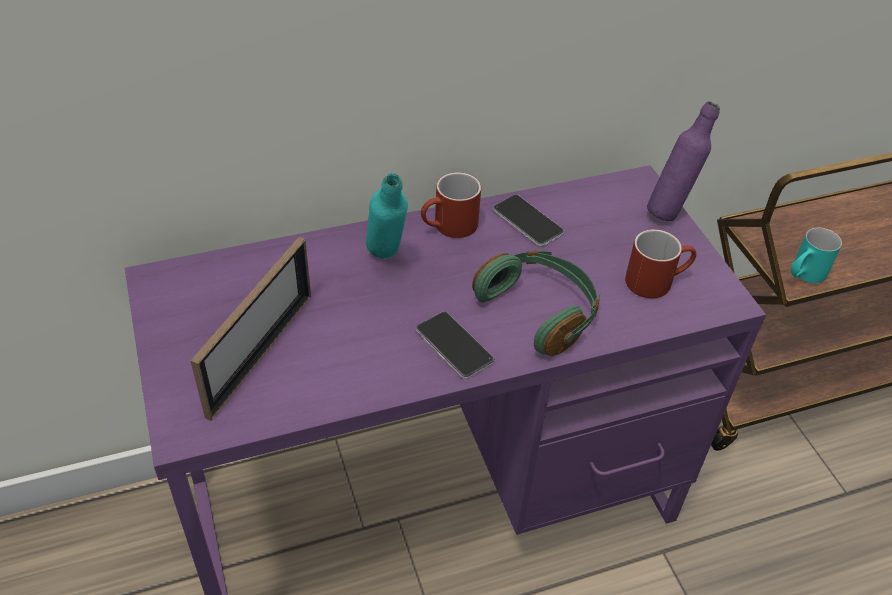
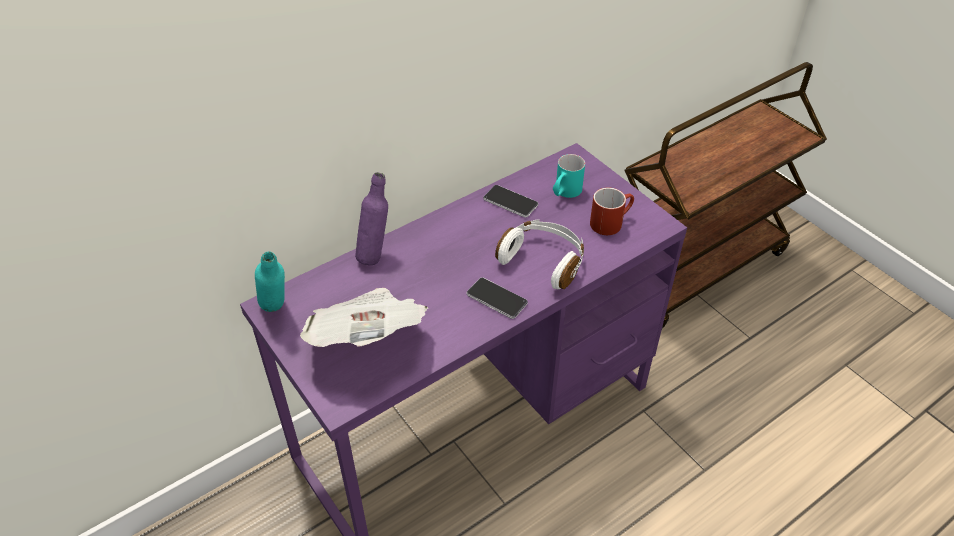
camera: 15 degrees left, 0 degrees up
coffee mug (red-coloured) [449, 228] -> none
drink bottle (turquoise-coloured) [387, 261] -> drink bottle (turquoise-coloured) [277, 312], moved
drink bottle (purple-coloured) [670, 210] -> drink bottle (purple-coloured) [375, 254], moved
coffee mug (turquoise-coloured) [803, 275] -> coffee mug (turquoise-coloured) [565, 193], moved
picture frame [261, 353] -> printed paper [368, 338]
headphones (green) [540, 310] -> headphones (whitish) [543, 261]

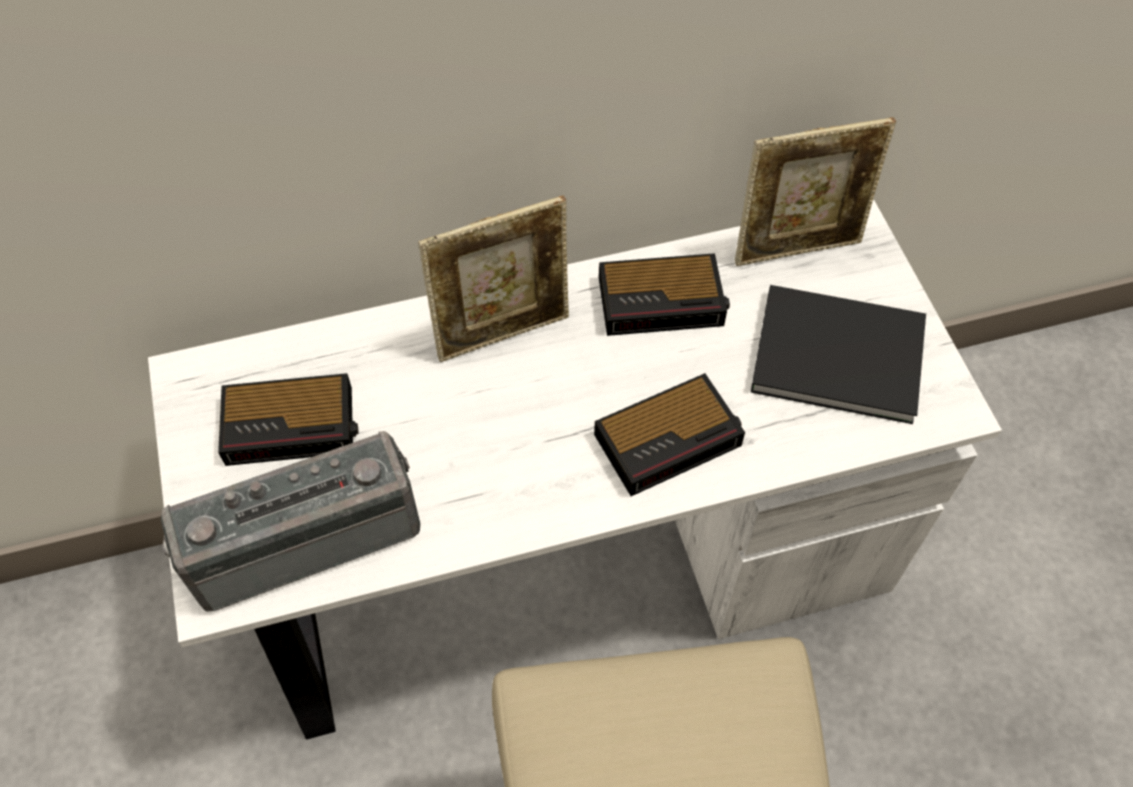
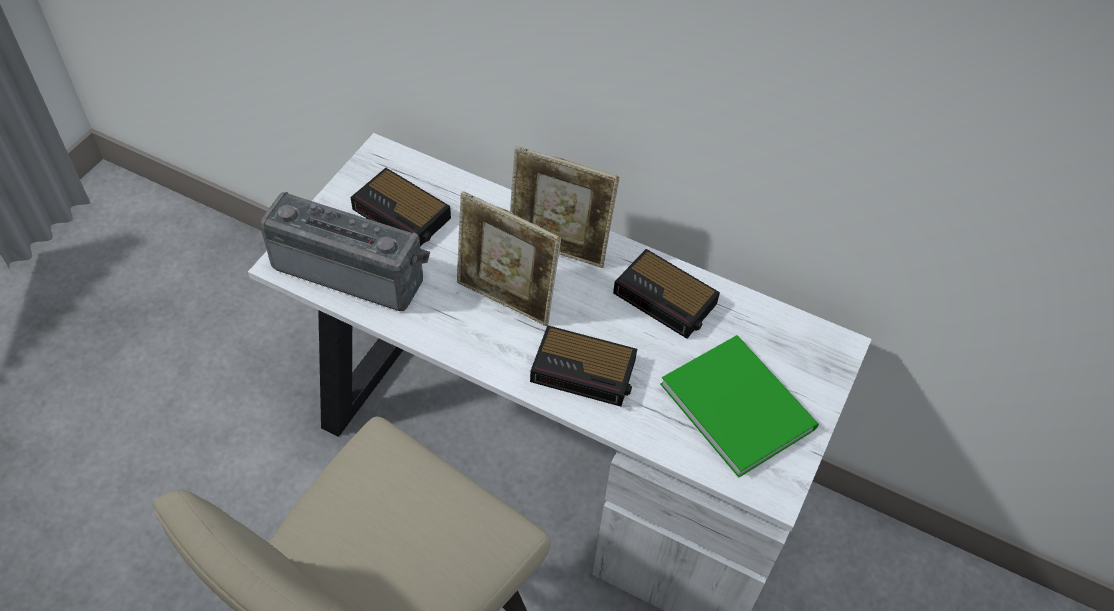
camera: 40 degrees right, 5 degrees down
picture frame [797, 248] -> picture frame [505, 300], moved
book (blackish) [833, 351] -> book (green) [737, 402]

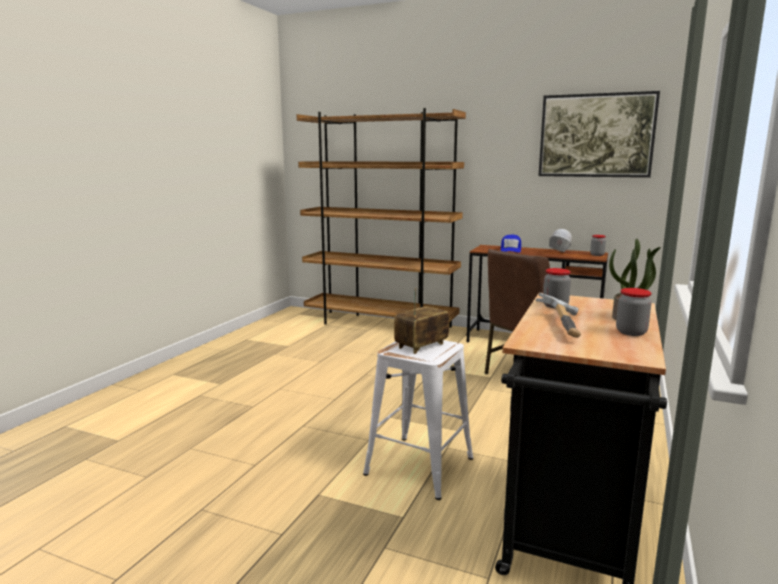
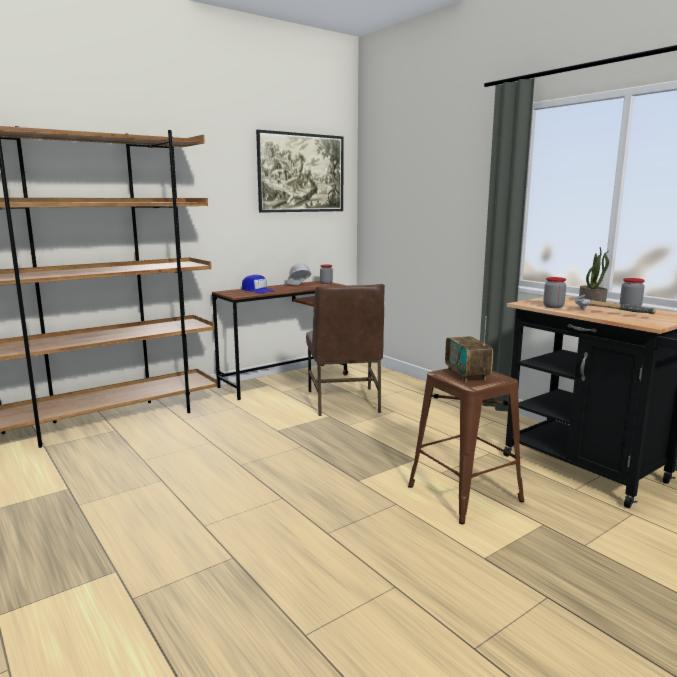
camera: 60 degrees left, 0 degrees up
stool seat (whitish) [420, 466] -> stool seat (brown-coloured) [465, 493]

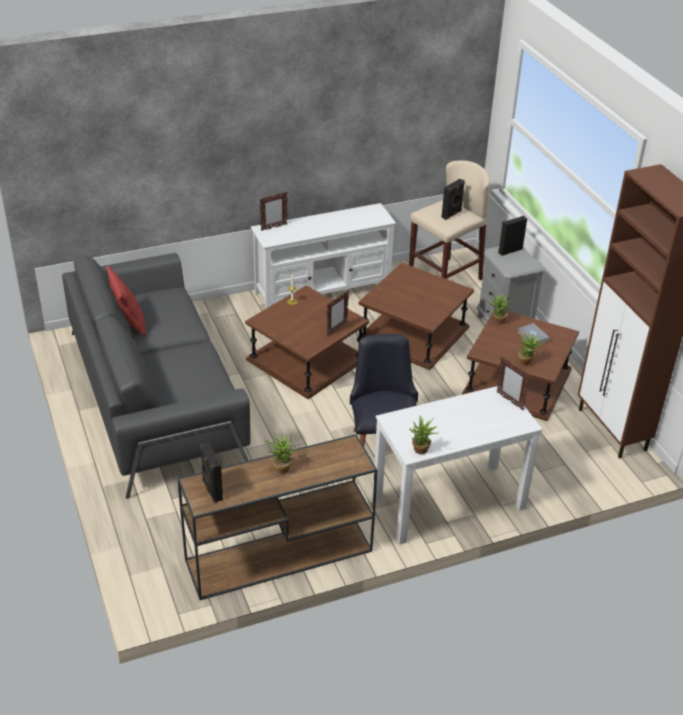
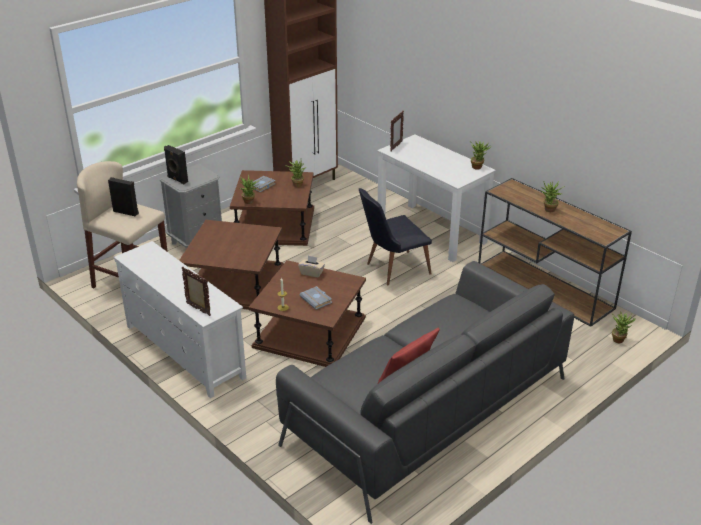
camera: 110 degrees left, 5 degrees down
audio speaker (blackish) [211, 490] -> none
none -> book (greyish) [317, 300]
none -> plant in a pot [619, 339]
picture frame [336, 329] -> tissue box (beige) [312, 273]

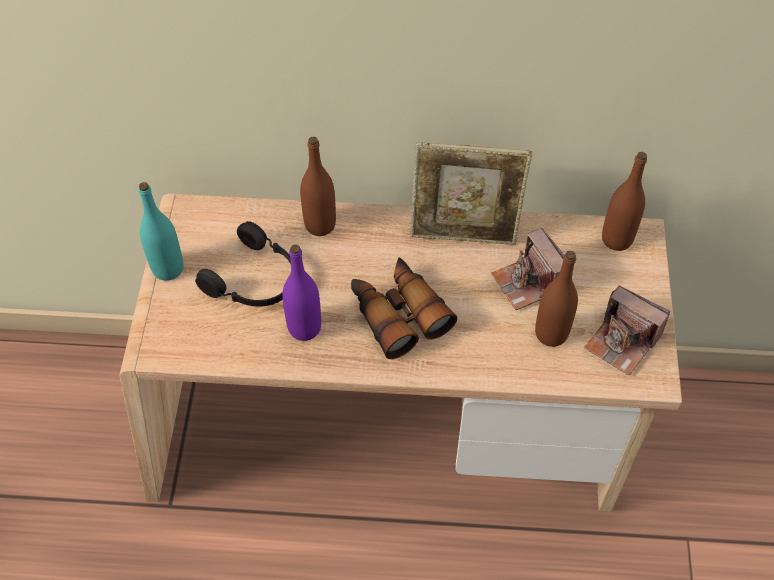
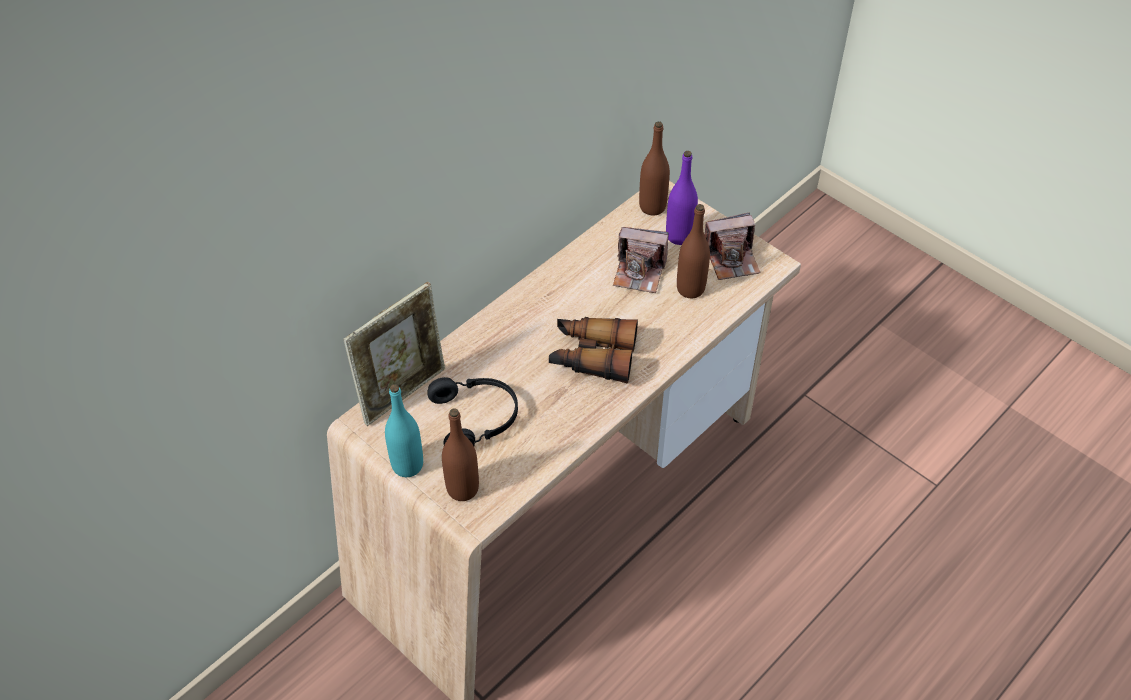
camera: 50 degrees left, 5 degrees down
drink bottle (purple-coloured) [304, 328] -> drink bottle (purple-coloured) [679, 236], moved
drink bottle (brown-coloured) [320, 225] -> drink bottle (brown-coloured) [462, 489], moved
picture frame [464, 236] -> picture frame [403, 393], moved

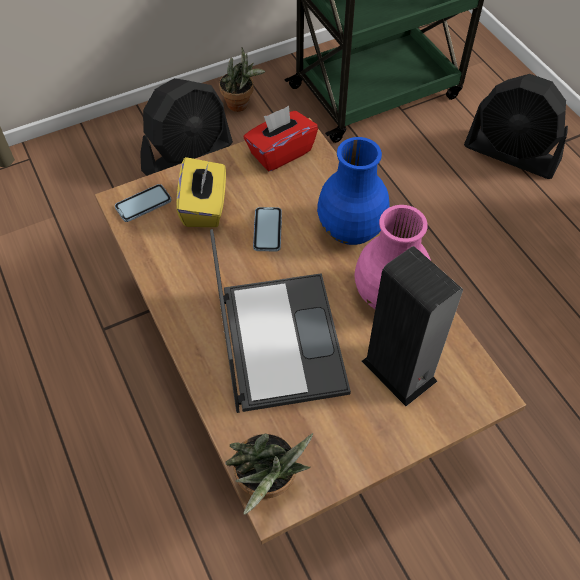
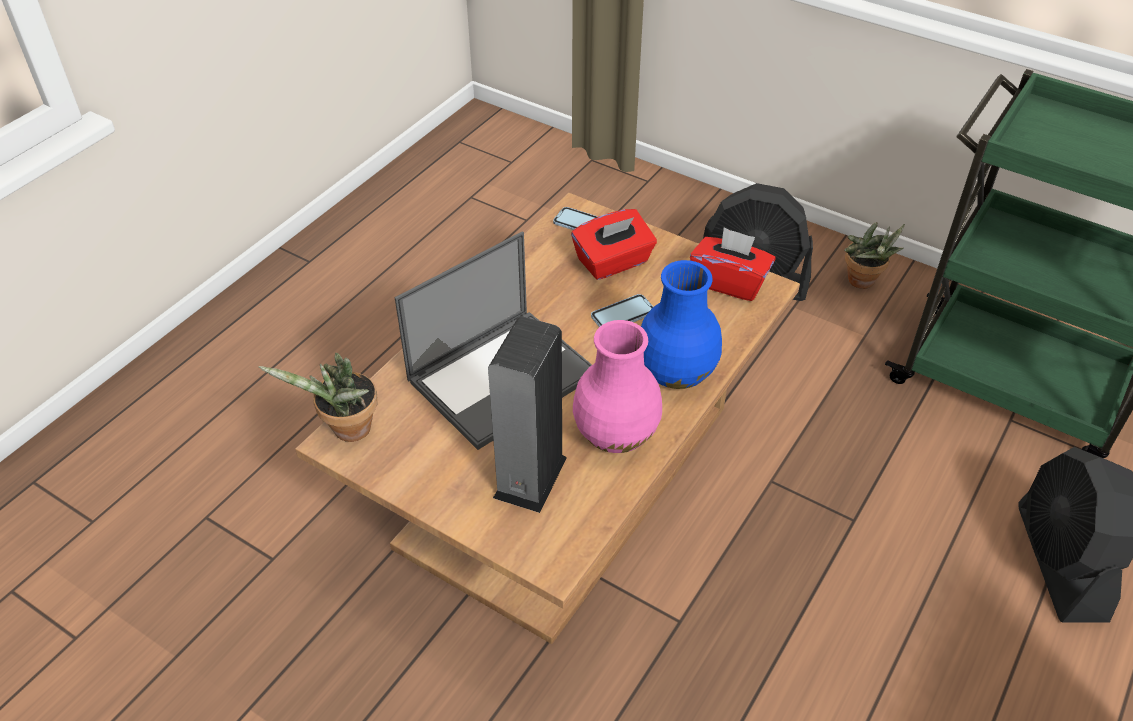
camera: 60 degrees right, 10 degrees down
tissue box (yellowish) [204, 207] -> tissue box (red-coloured) [613, 262]

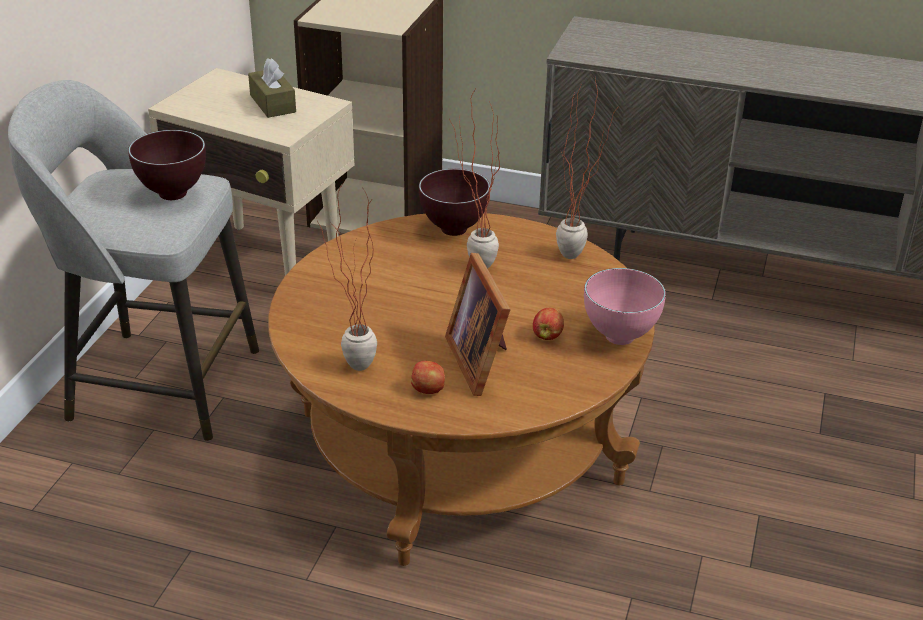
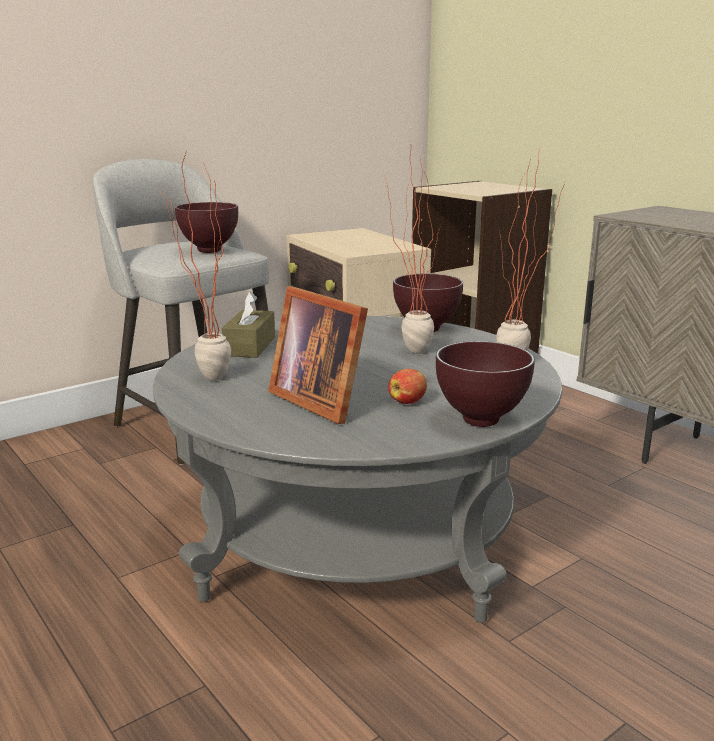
camera: 35 degrees right, 15 degrees down
apple [428, 390] -> none
tissue box (brown-coloured) [272, 103] -> tissue box (brown-coloured) [250, 346], moved
coffee table (brown-coloured) [459, 448] -> coffee table (greyish) [357, 534]
serving bowl (pink-coloured) [621, 338] -> serving bowl (brown-coloured) [481, 422]
picture frame [482, 360] -> picture frame [320, 400], 60 degrees counterclockwise

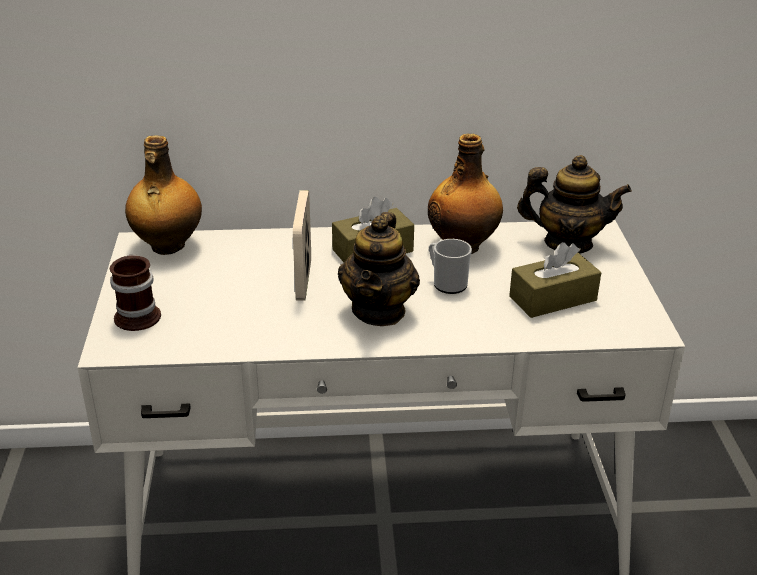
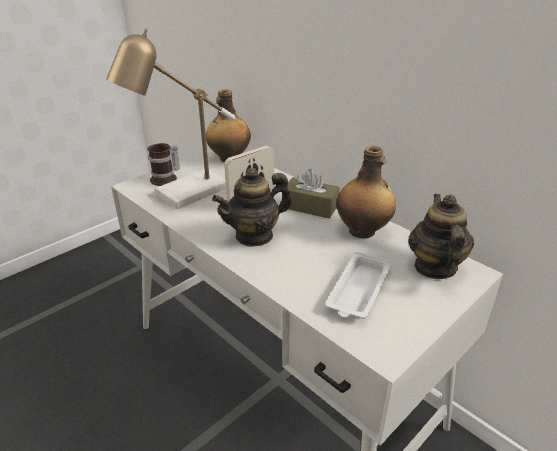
camera: 50 degrees right, 0 degrees up
coffee mug [447, 283] -> none
none -> lamp for a table [185, 195]
tissue box (brown-coloured) [553, 298] -> serving tray (whitish) [358, 290]
teapot [568, 243] -> teapot [434, 267], 150 degrees counterclockwise

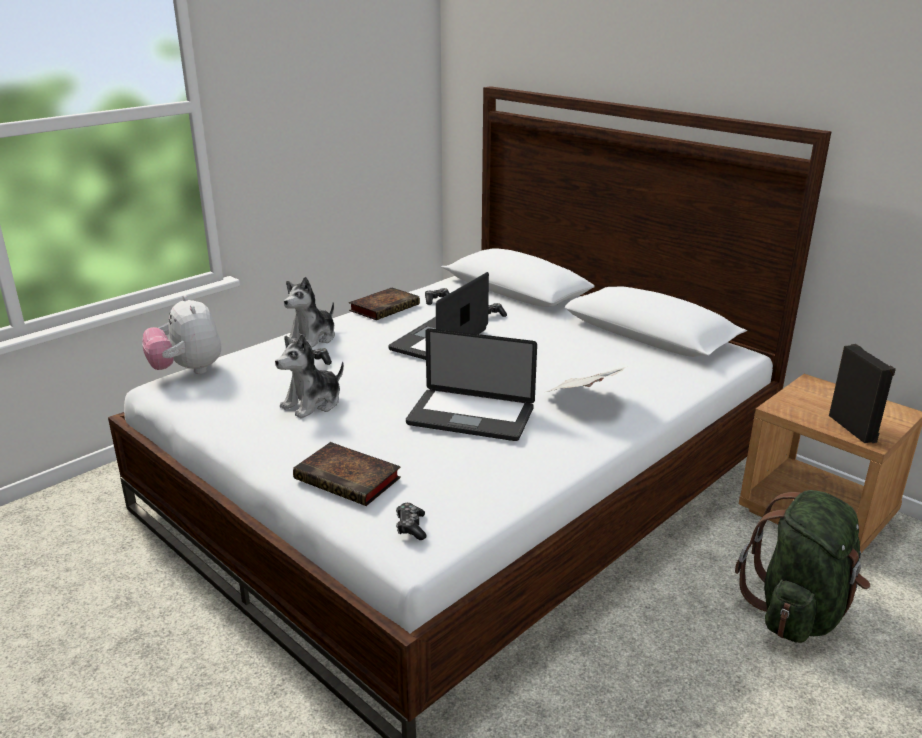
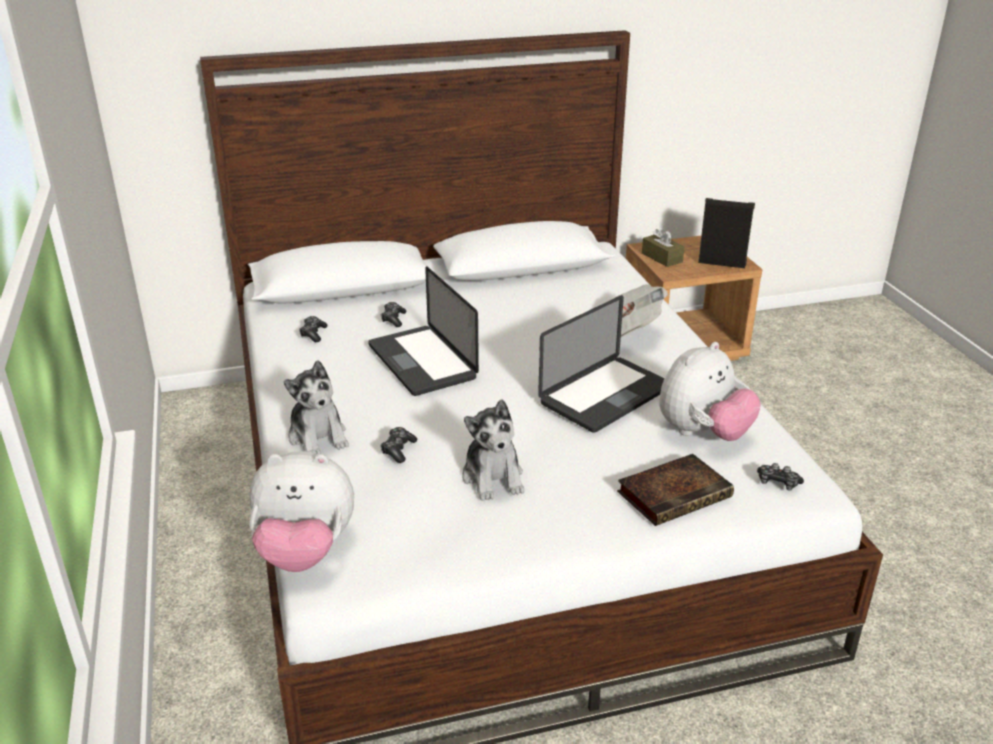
camera: 60 degrees left, 5 degrees up
book [385, 307] -> none
backpack (green) [798, 611] -> none
none -> tissue box (brown-coloured) [662, 257]
none -> soft toy [703, 433]

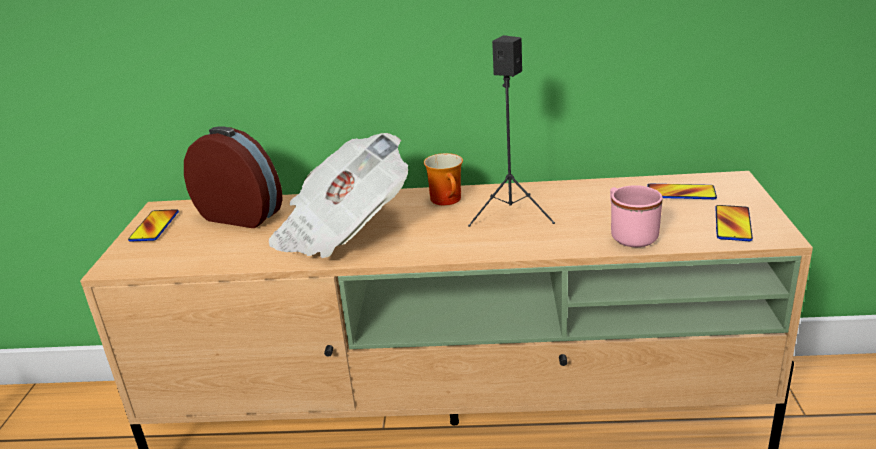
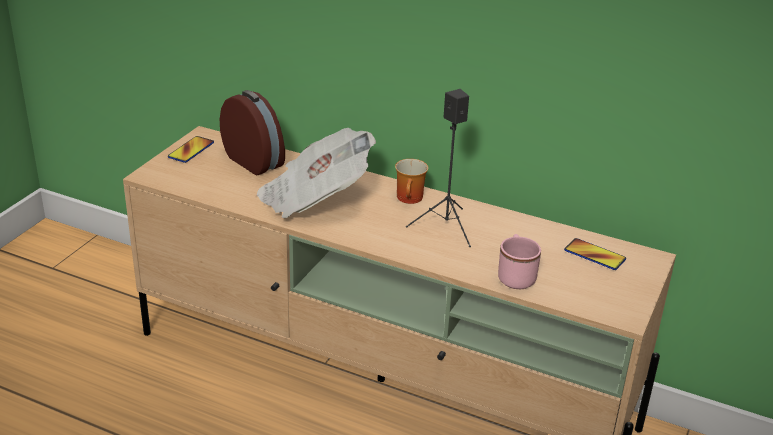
camera: 20 degrees right, 5 degrees up
telephone [732, 224] -> none

